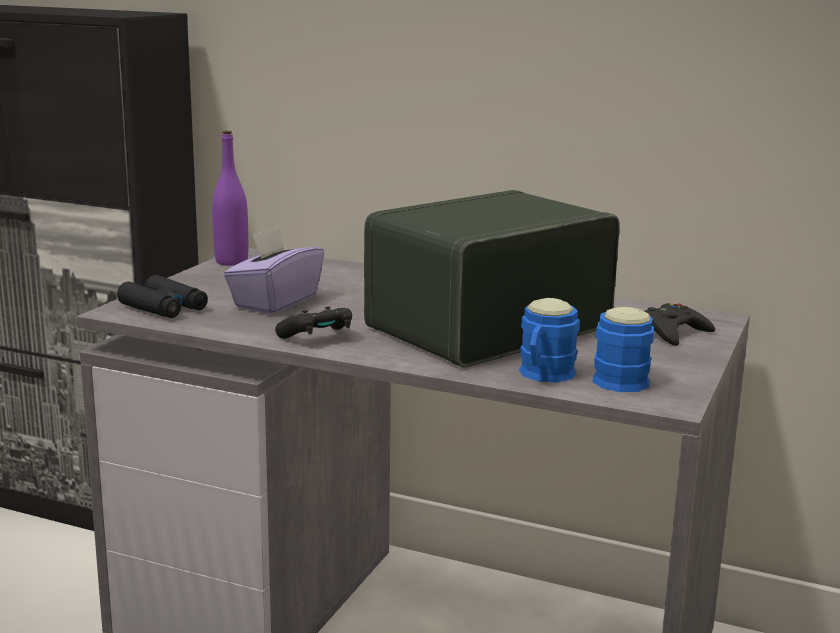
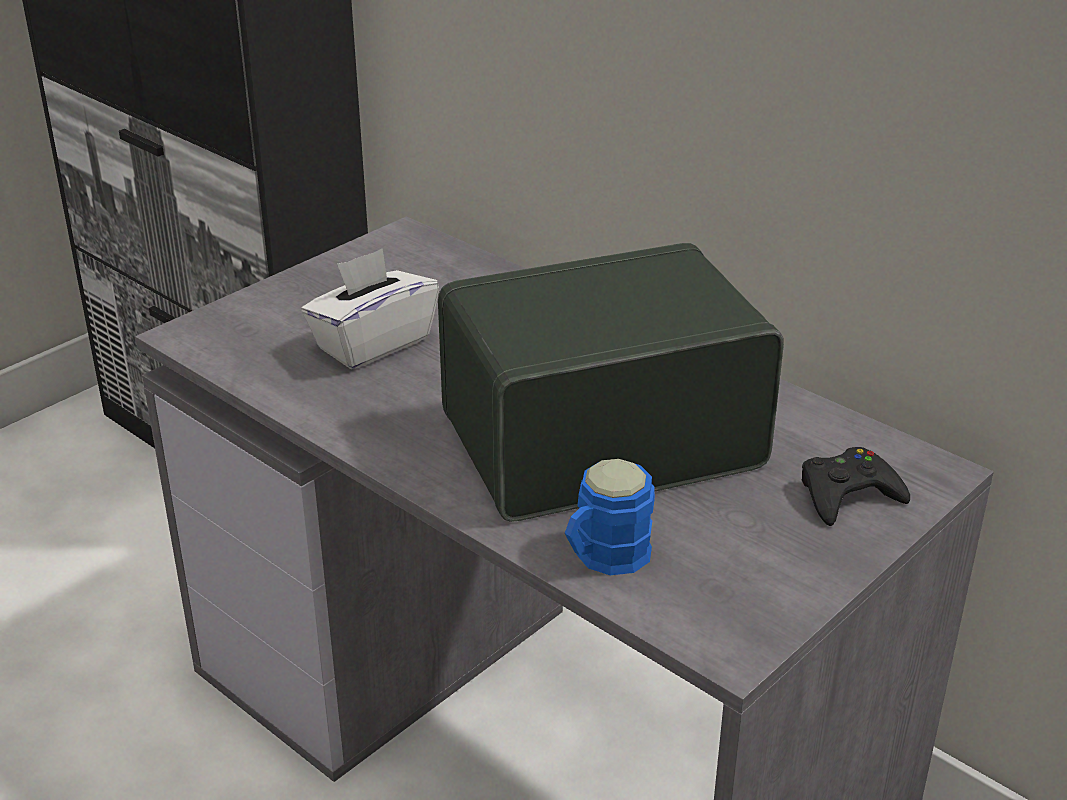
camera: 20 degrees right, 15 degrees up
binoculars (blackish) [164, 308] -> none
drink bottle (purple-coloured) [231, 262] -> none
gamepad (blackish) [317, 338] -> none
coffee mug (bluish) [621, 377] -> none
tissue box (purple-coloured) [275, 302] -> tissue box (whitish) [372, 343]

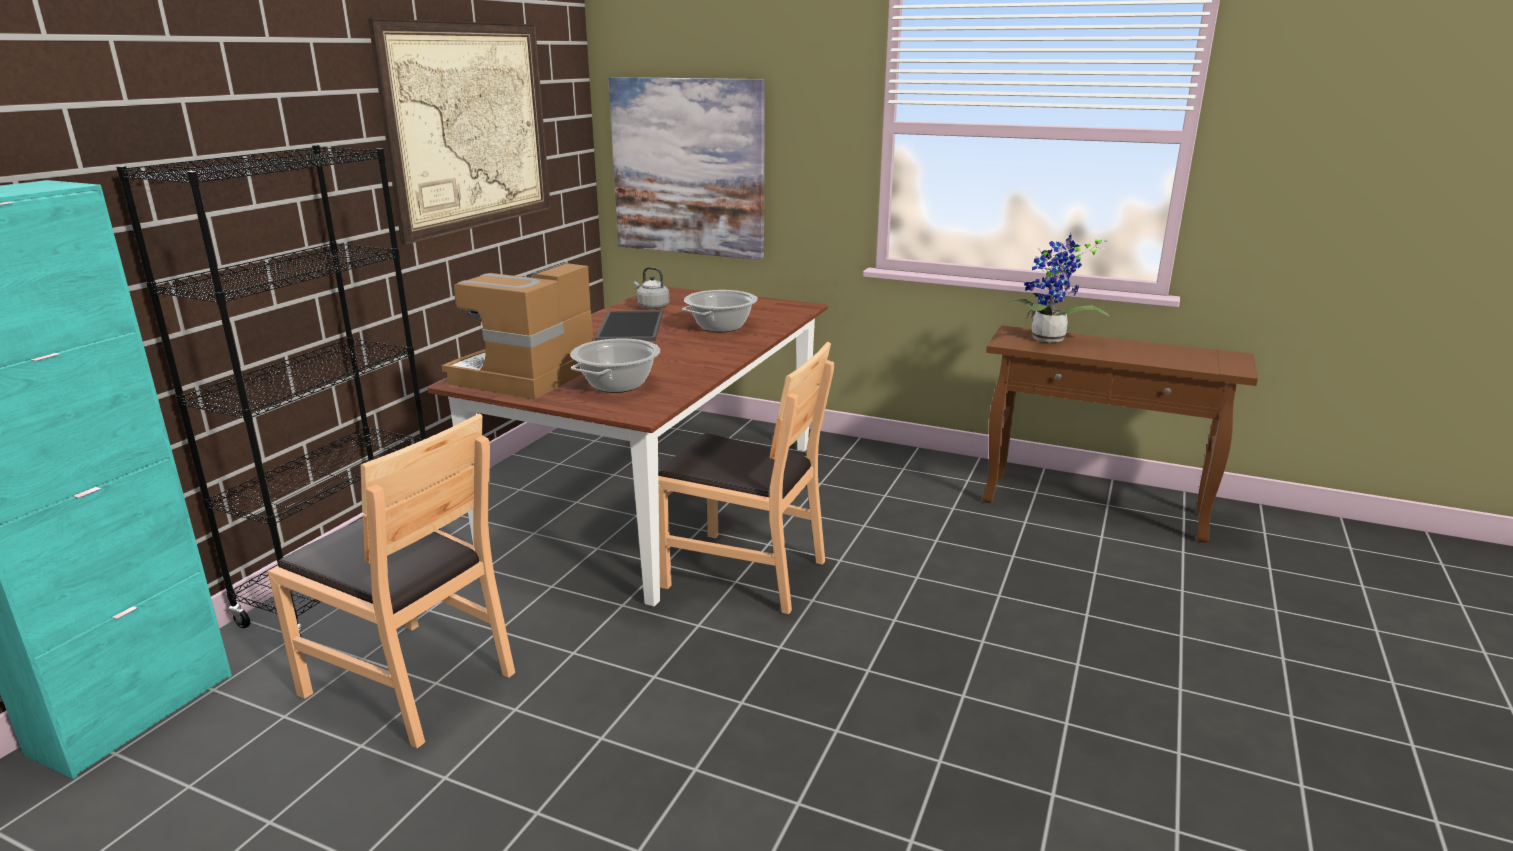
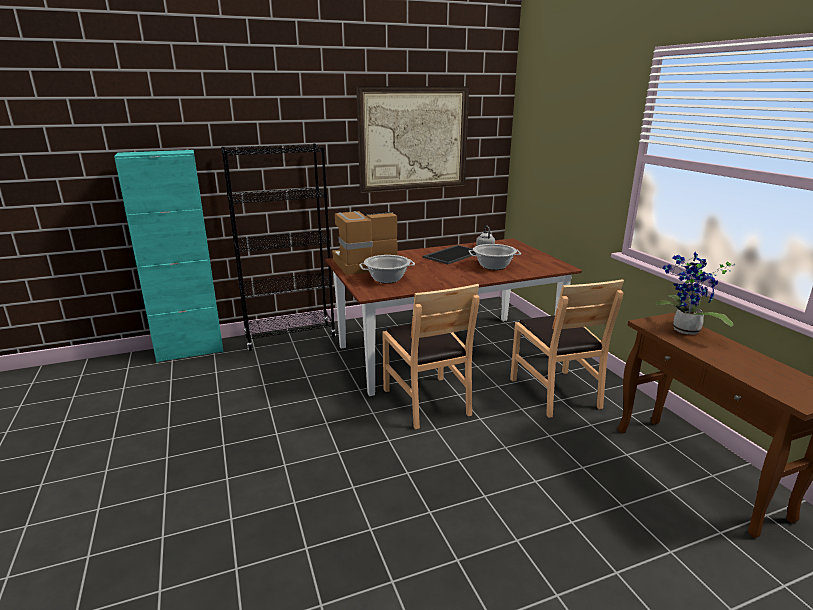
camera: 45 degrees right, 0 degrees up
wall picture [688, 168] -> none
upright chair (brown-coloured) [410, 681] -> upright chair (brown-coloured) [555, 392], moved

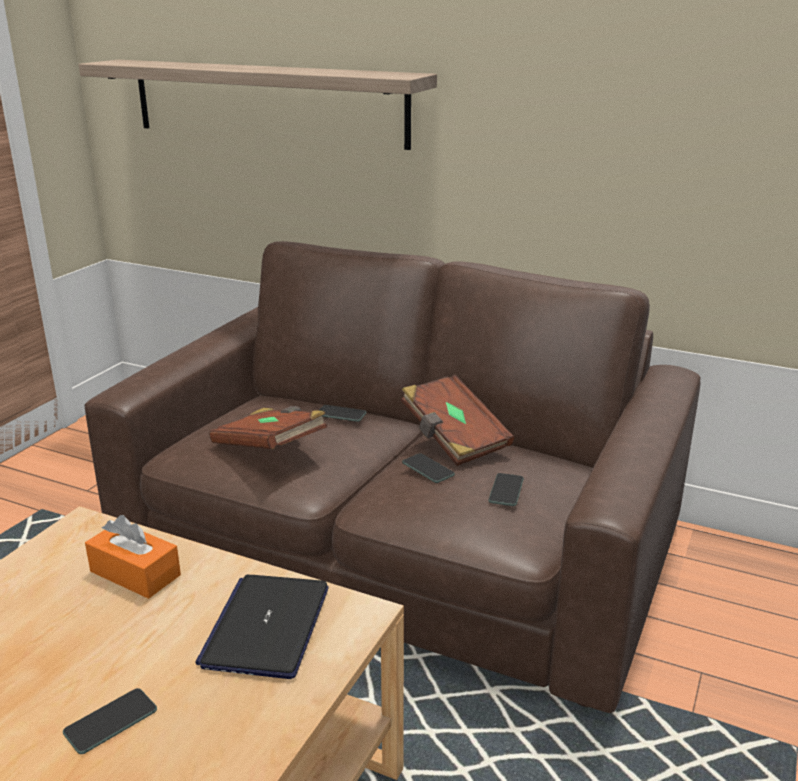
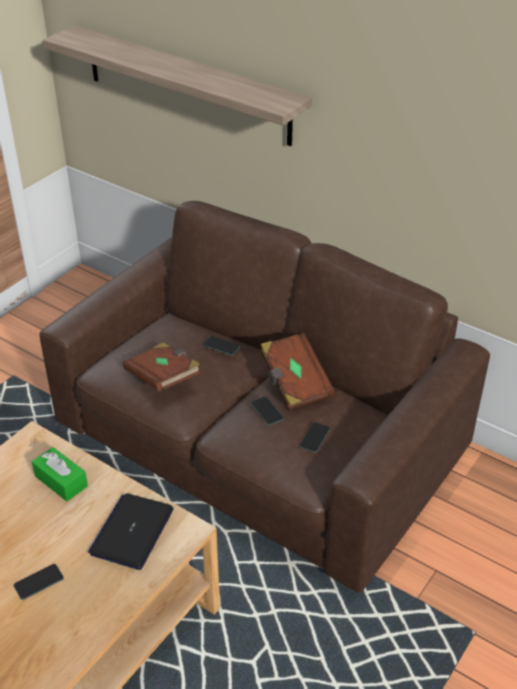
camera: 10 degrees right, 15 degrees up
tissue box (orange-coloured) [135, 573] -> tissue box (green) [61, 481]

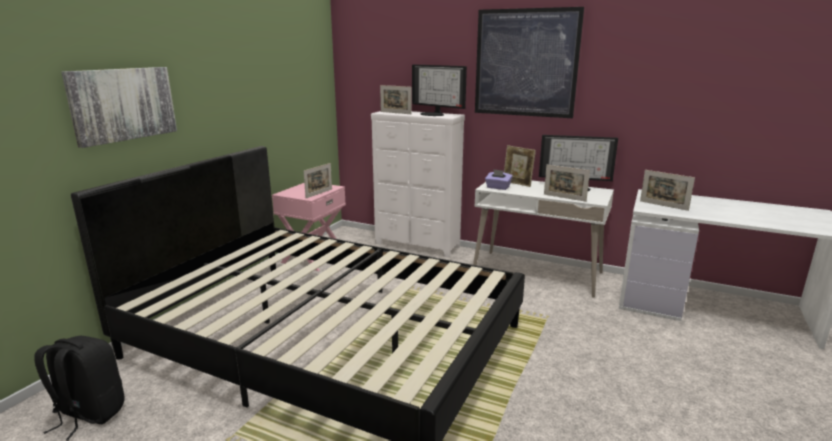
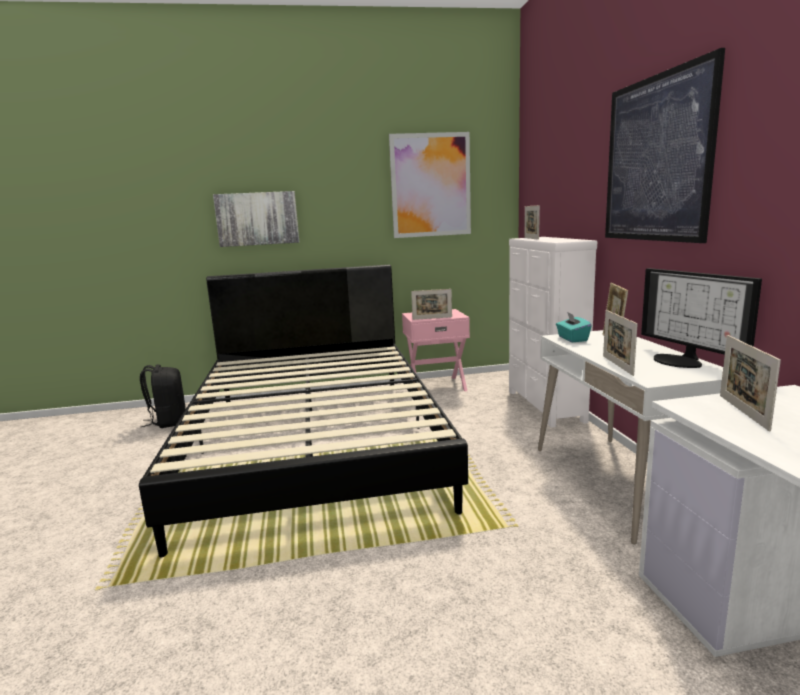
camera: 55 degrees right, 5 degrees down
monitor [434, 114] -> none
none -> wall picture [430, 185]
tissue box (purple-coloured) [498, 187] -> tissue box (turquoise-coloured) [572, 339]

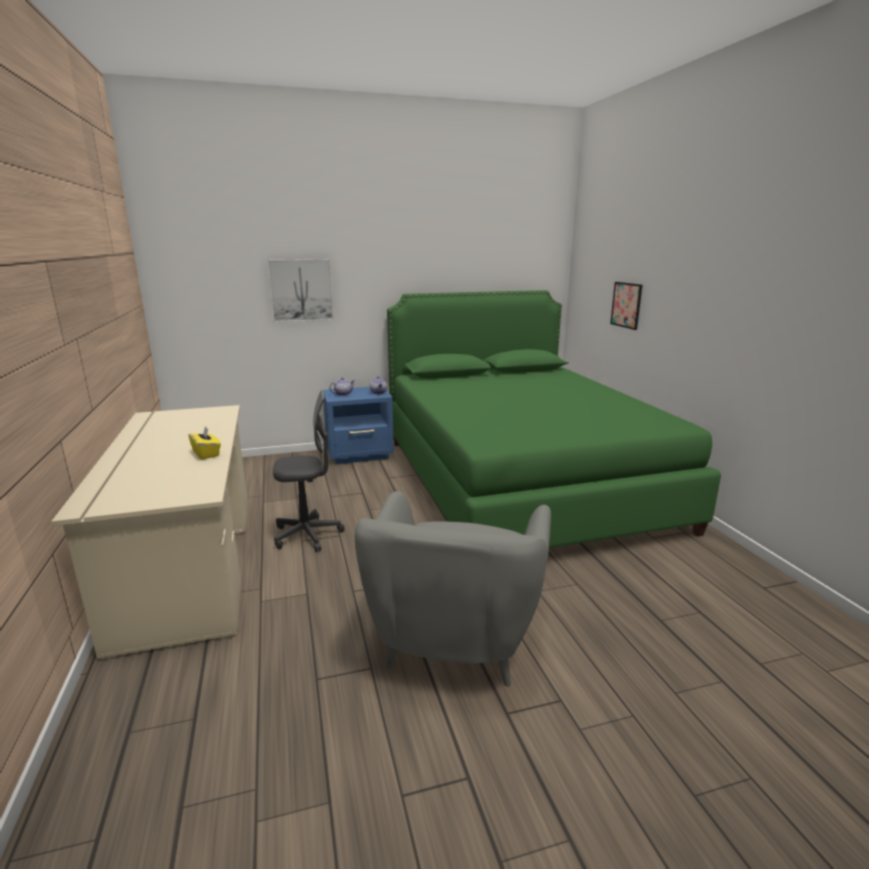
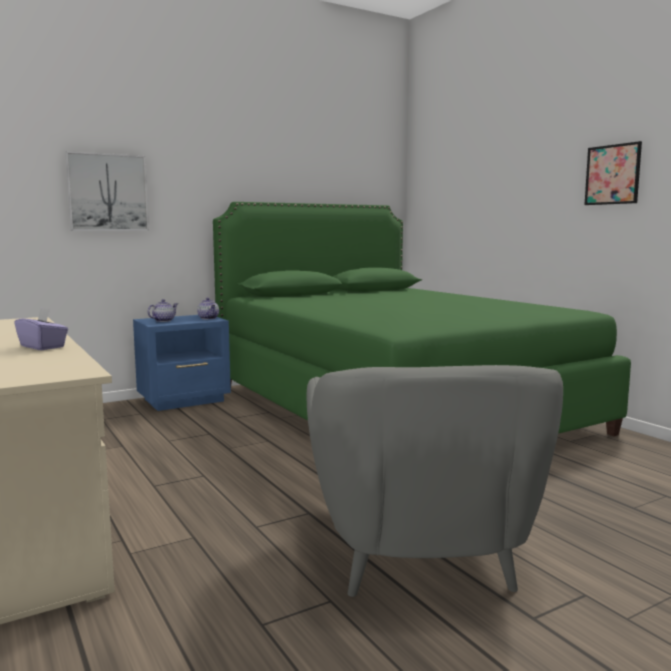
camera: 15 degrees left, 10 degrees down
computer chair (greyish) [307, 535] -> none
wall picture [626, 305] -> wall picture [612, 174], moved
tissue box (yellowish) [206, 454] -> tissue box (purple-coloured) [43, 347]

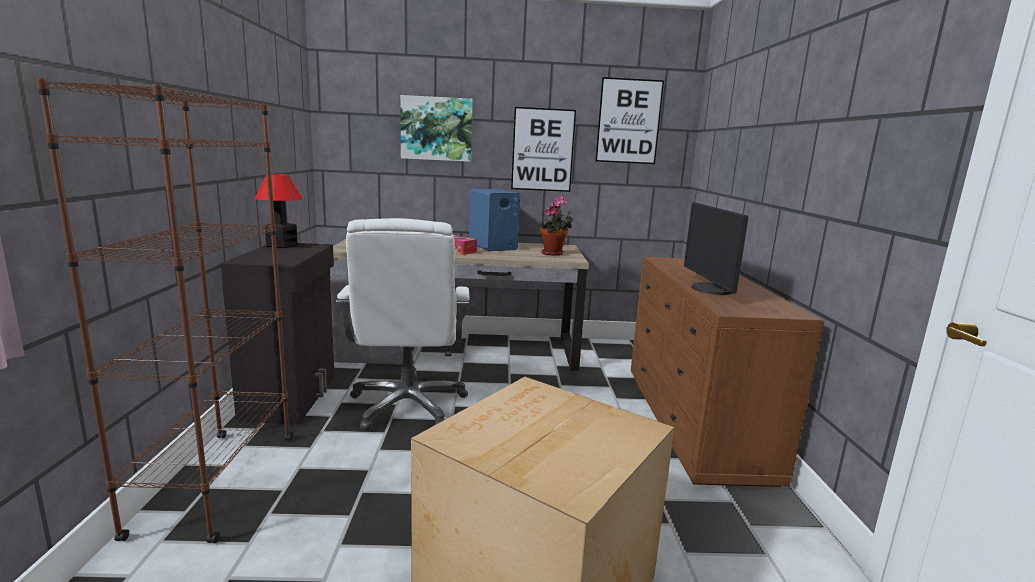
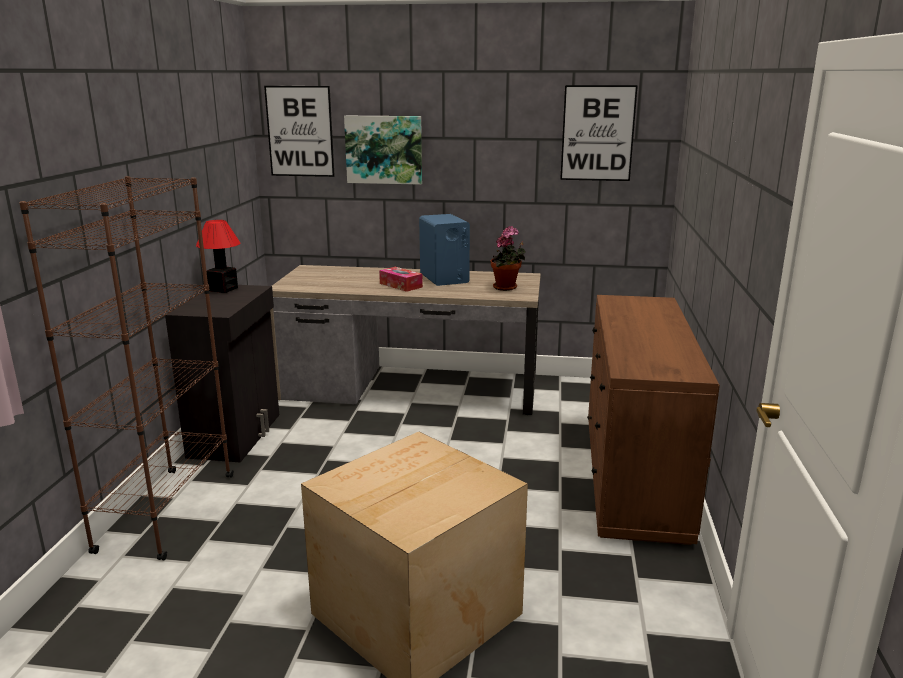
camera: 10 degrees right, 5 degrees up
computer chair (whitish) [408, 405] -> none
monitor [710, 289] -> none
wall picture [542, 150] -> wall picture [300, 131], moved

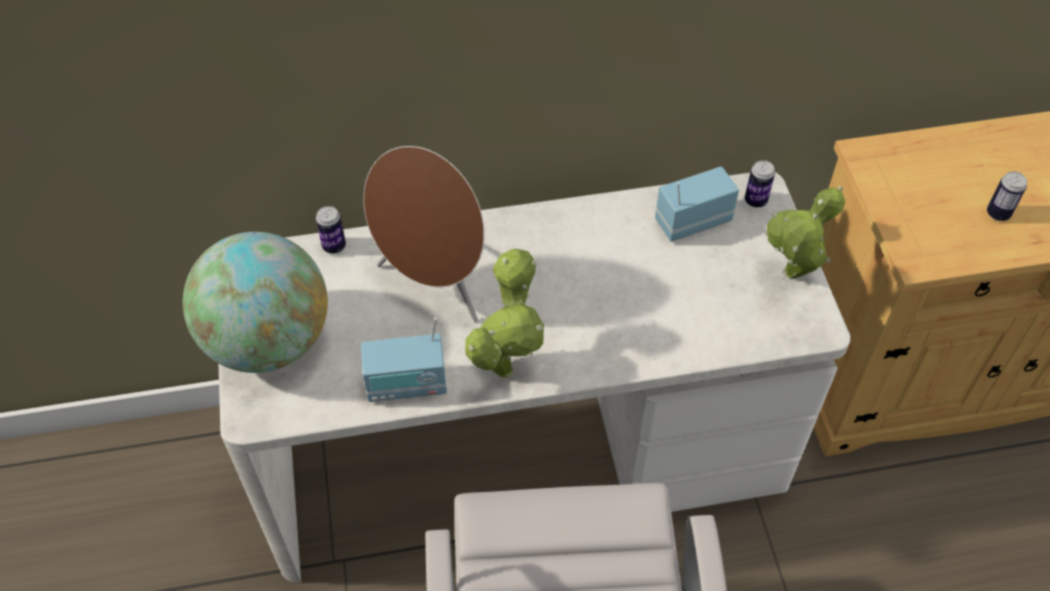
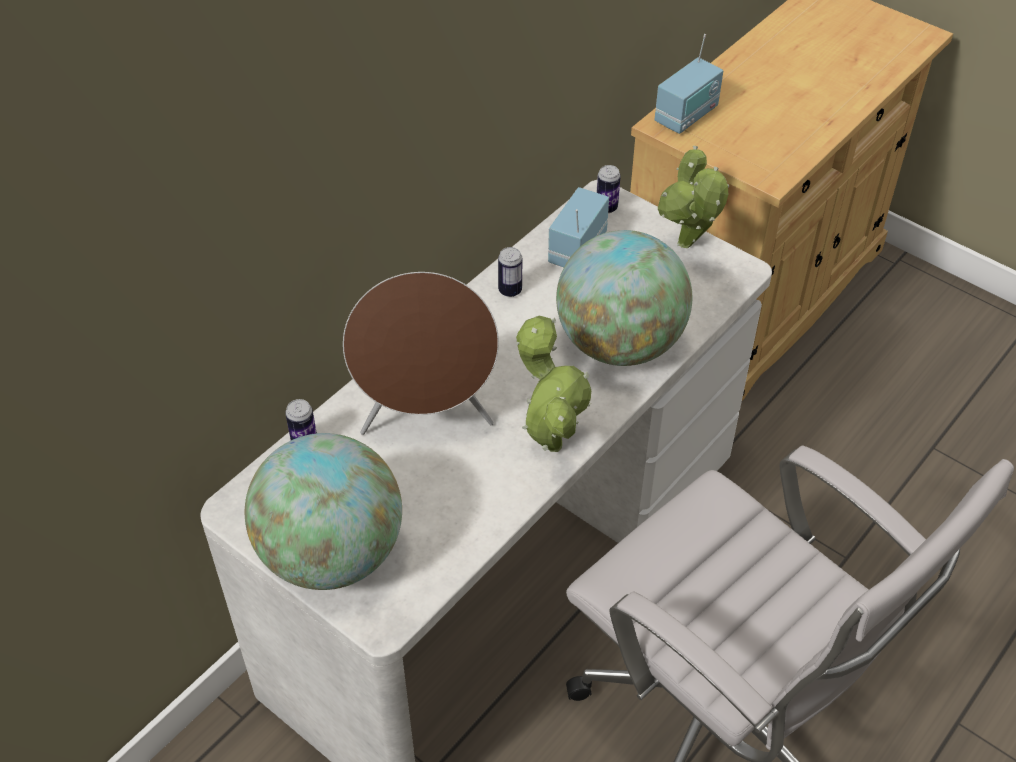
camera: 40 degrees left, 5 degrees down
none -> desk globe [619, 344]
radio set [407, 385] -> radio set [686, 116], moved
can [998, 214] -> can [510, 290], moved

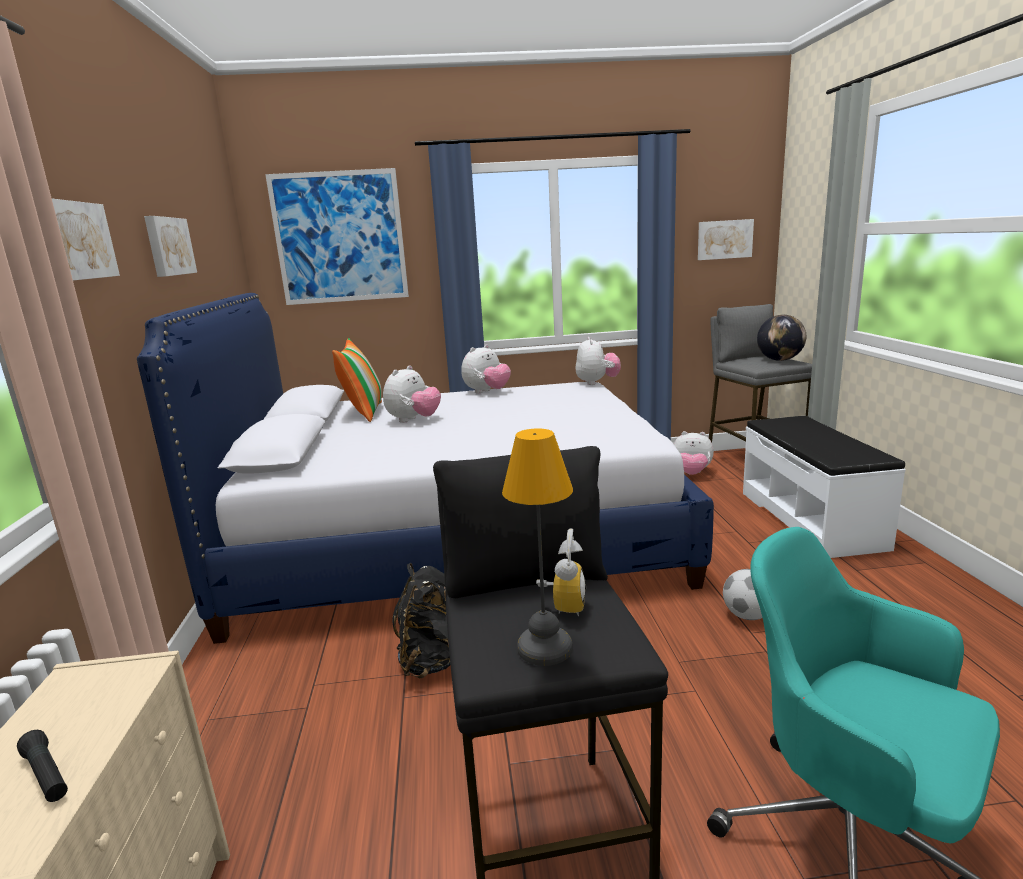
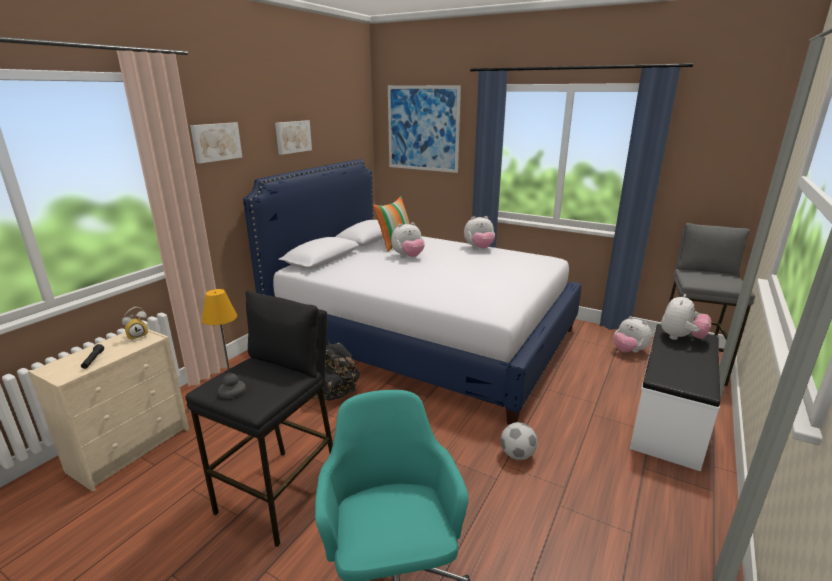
camera: 35 degrees right, 5 degrees up
wall picture [724, 239] -> none
desk globe [779, 360] -> none
alarm clock [562, 605] -> alarm clock [138, 336], moved
soft toy [597, 383] -> soft toy [681, 338], moved

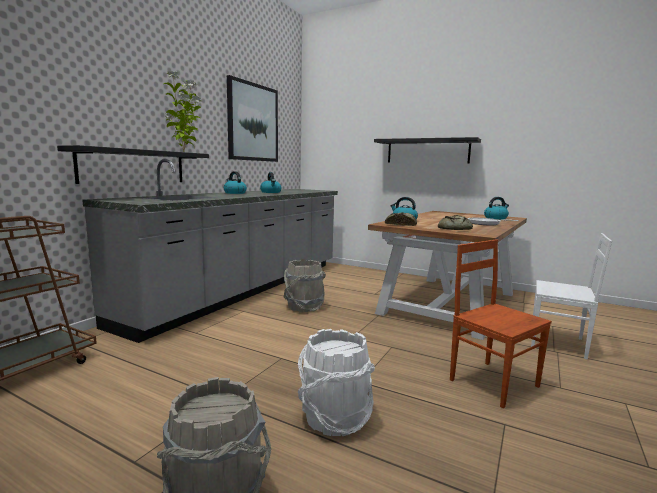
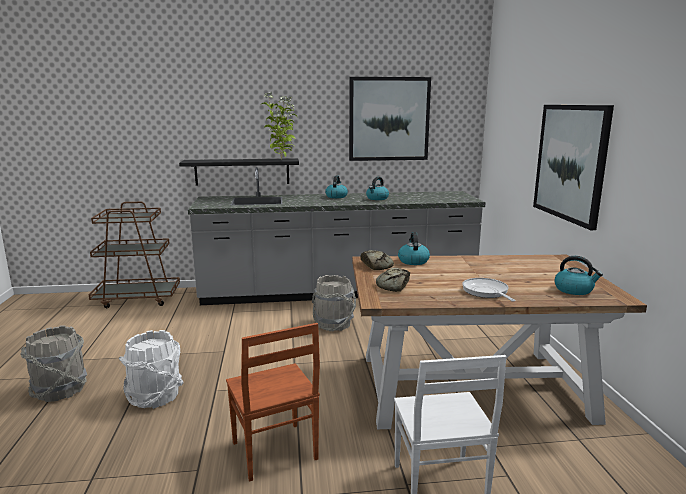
camera: 55 degrees right, 5 degrees up
wall shelf (blackish) [427, 151] -> wall picture [570, 162]
upright chair (brown-coloured) [493, 382] -> upright chair (brown-coloured) [273, 452], 135 degrees clockwise

